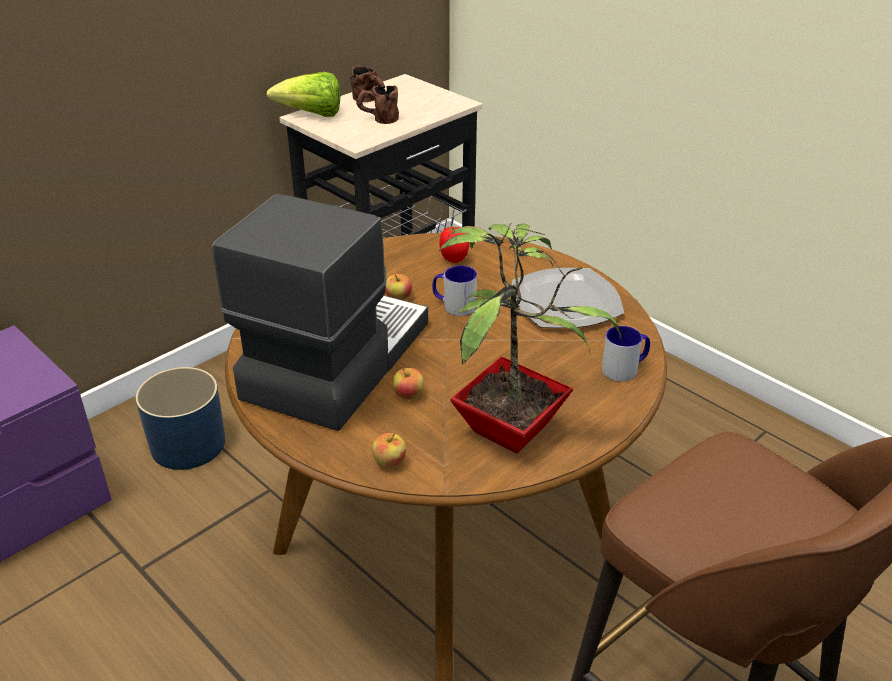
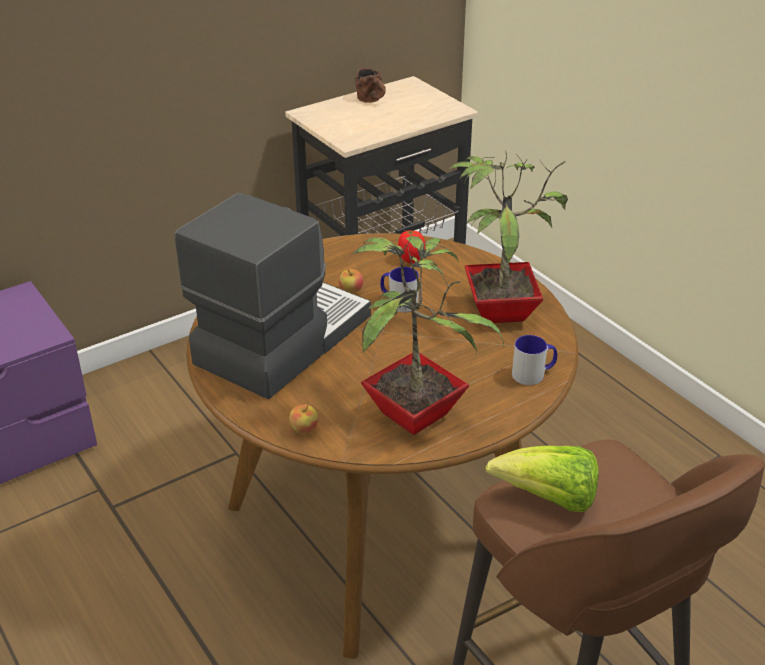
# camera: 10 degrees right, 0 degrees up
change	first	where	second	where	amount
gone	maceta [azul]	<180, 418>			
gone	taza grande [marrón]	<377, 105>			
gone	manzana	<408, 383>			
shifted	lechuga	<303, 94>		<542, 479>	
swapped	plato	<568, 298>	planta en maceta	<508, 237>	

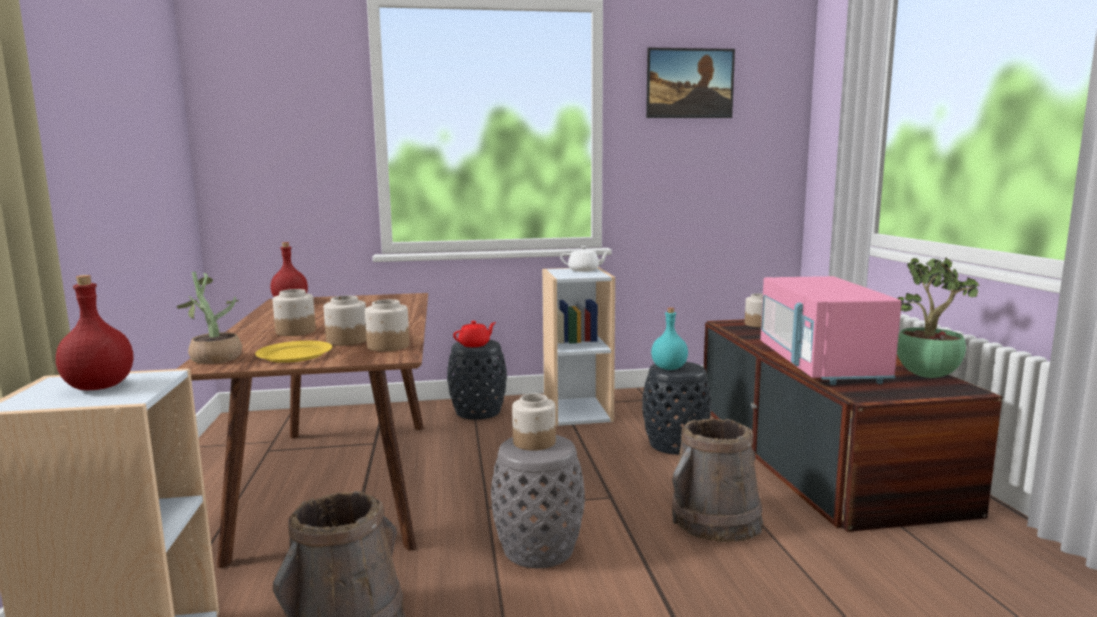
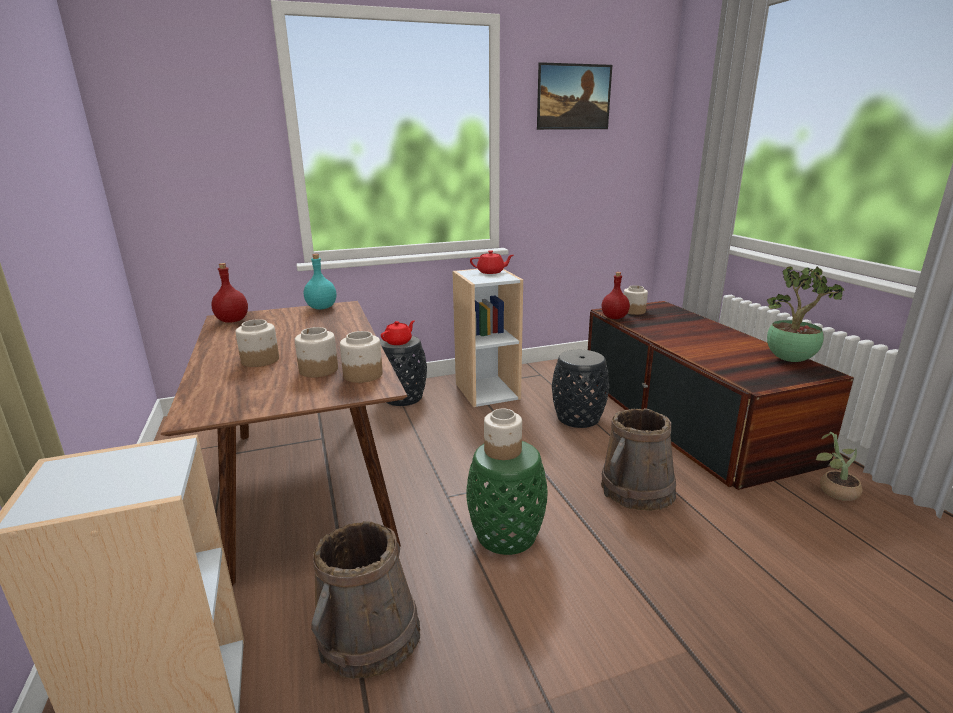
# camera: 10 degrees left, 10 degrees up
change	first	where	second	where	amount
gone	plato [amarillo]	<293, 352>			
gone	microondas [rosa]	<831, 330>			
shifted	botella [rojo]	<94, 332>		<616, 295>	
shifted	planta en maceta	<209, 317>		<839, 466>	
shifted	botella [turquesa]	<669, 338>		<320, 281>	
repainted	taburete [gris]	<538, 501>	taburete [verde]	<506, 498>	
repainted	tetera [blanco]	<585, 259>	tetera [rojo]	<491, 262>	

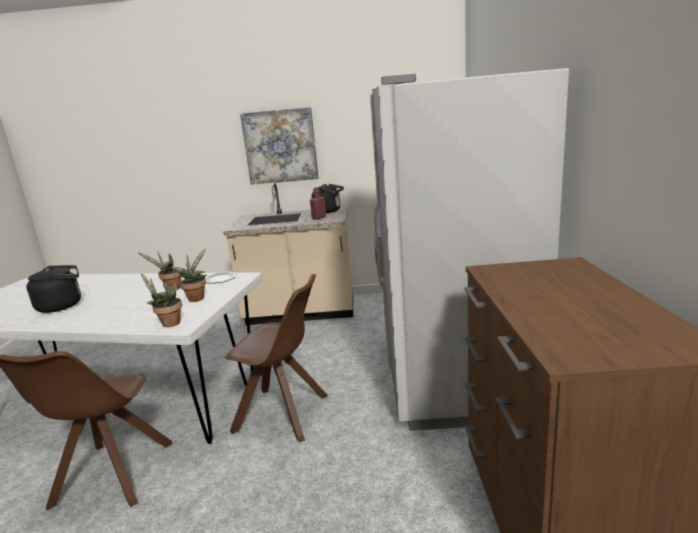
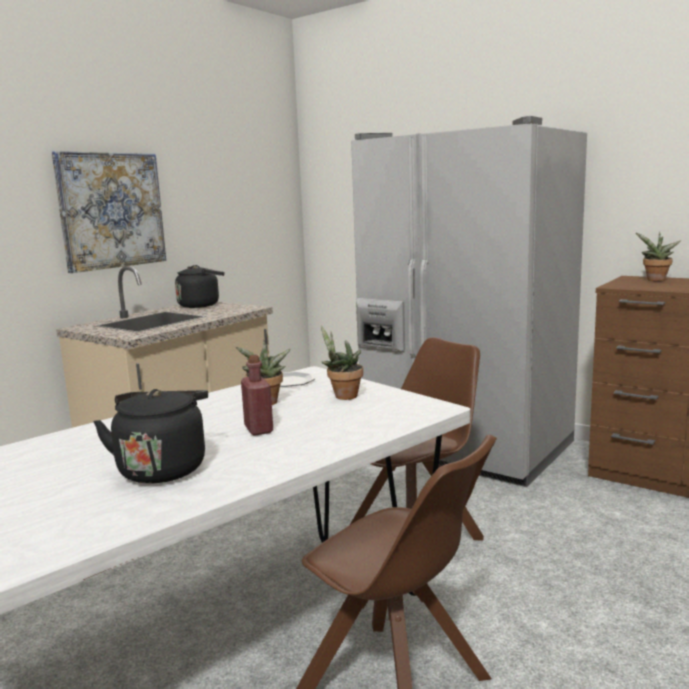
# camera: 55 degrees left, 5 degrees down
change	first	where	second	where	amount
shifted	planta en maceta	<161, 300>		<658, 256>	
shifted	botella [rojo]	<318, 203>		<257, 395>	

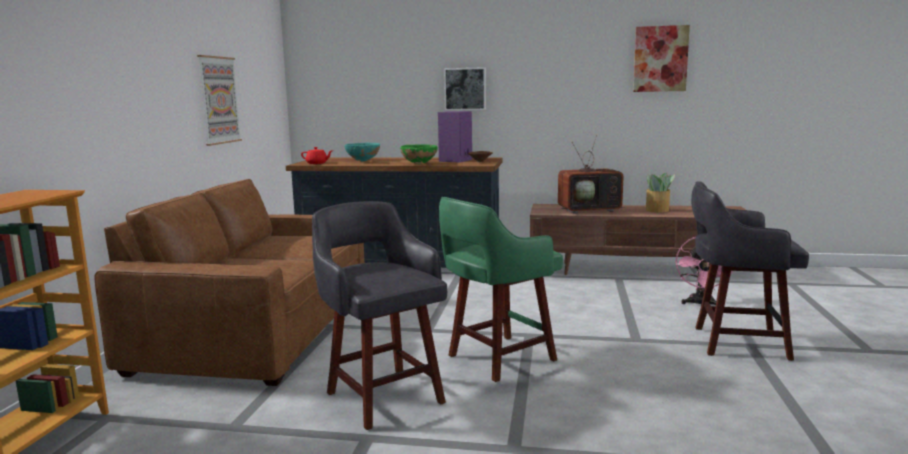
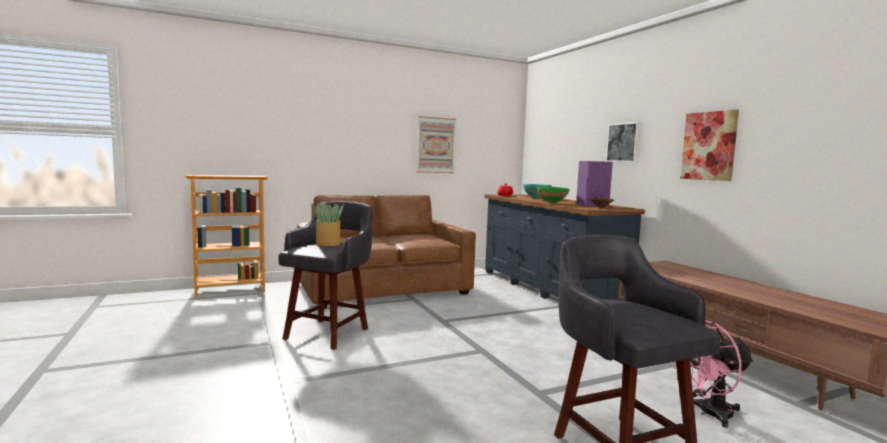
# camera: 55 degrees right, 5 degrees down
change	first	where	second	where	amount
gone	taburete [verde]	<501, 289>			
gone	televisor	<591, 174>			
shifted	cuadro	<661, 58>		<709, 145>	
shifted	planta en maceta	<660, 193>		<328, 223>	

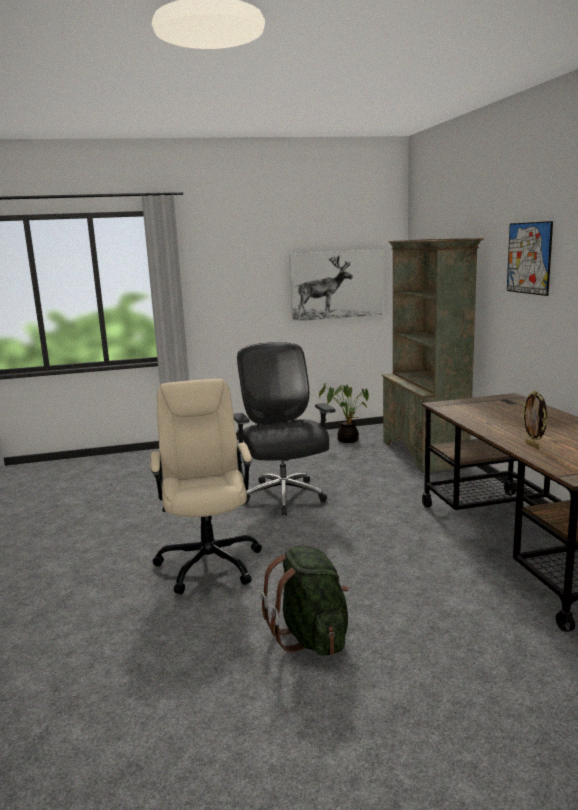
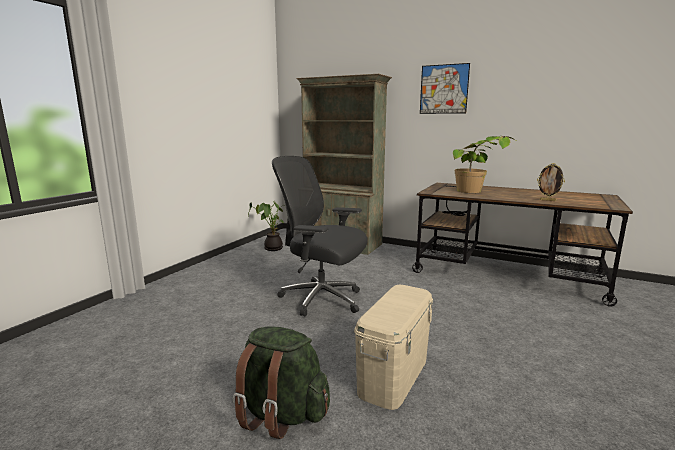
# camera: 50 degrees left, 0 degrees up
change	first	where	second	where	amount
gone	cuadro	<336, 285>			
new			planta en maceta	<484, 164>	
shifted	mochila [verde]	<305, 600>		<281, 382>	
swapped	silla de oficina [beis]	<206, 486>	caja de almacenaje [beis]	<393, 347>	

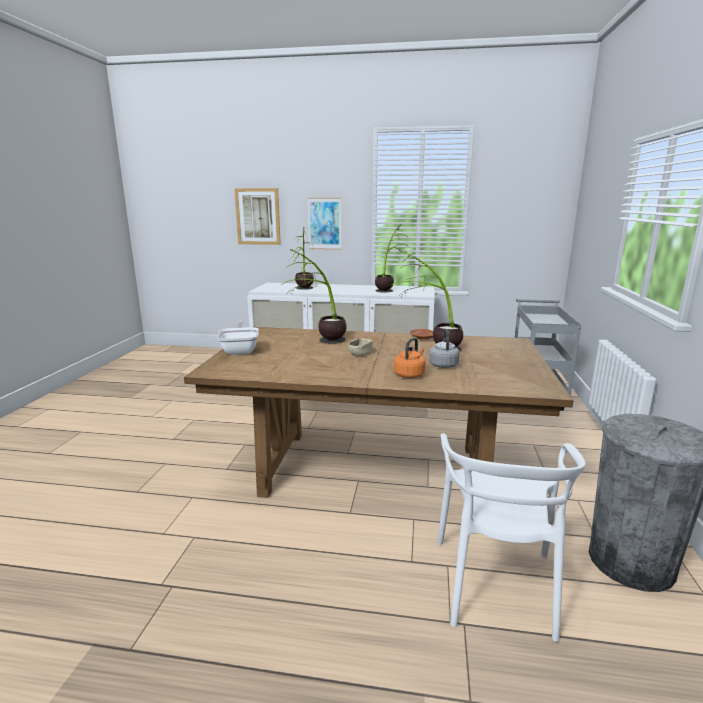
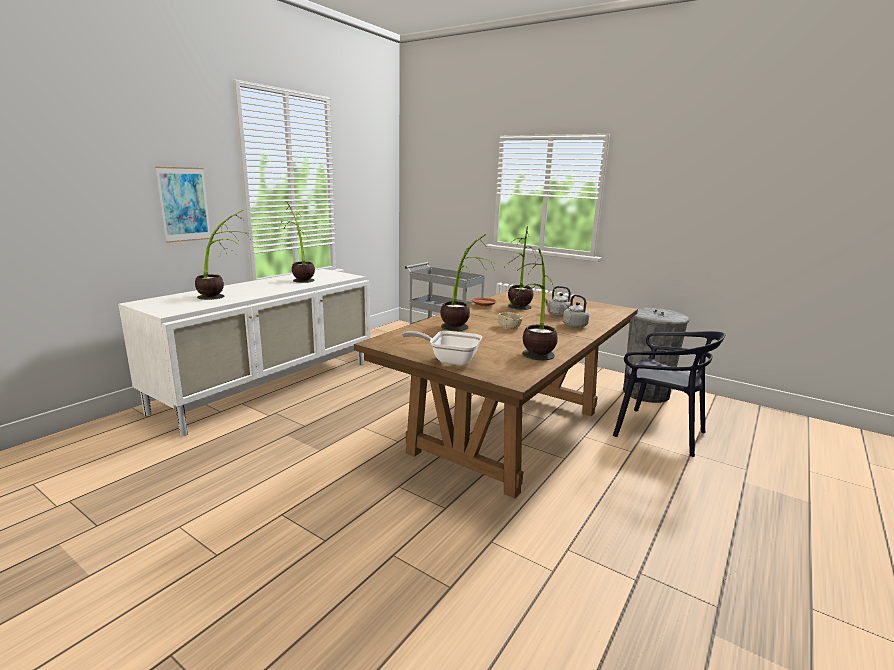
# camera: 65 degrees left, 0 degrees up
change	first	where	second	where	amount
gone	cuadro	<257, 216>			
new			planta en maceta	<534, 304>	
repainted	hervidor [naranja]	<410, 357>	hervidor [gris]	<576, 311>	
repainted	silla [blanco]	<511, 537>	silla [negro]	<669, 394>	

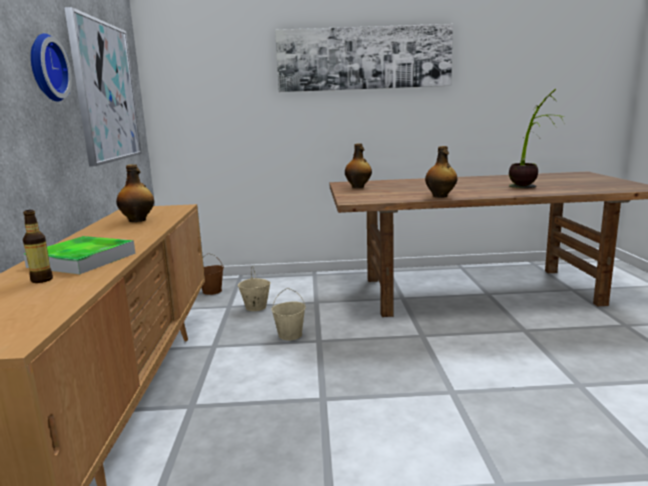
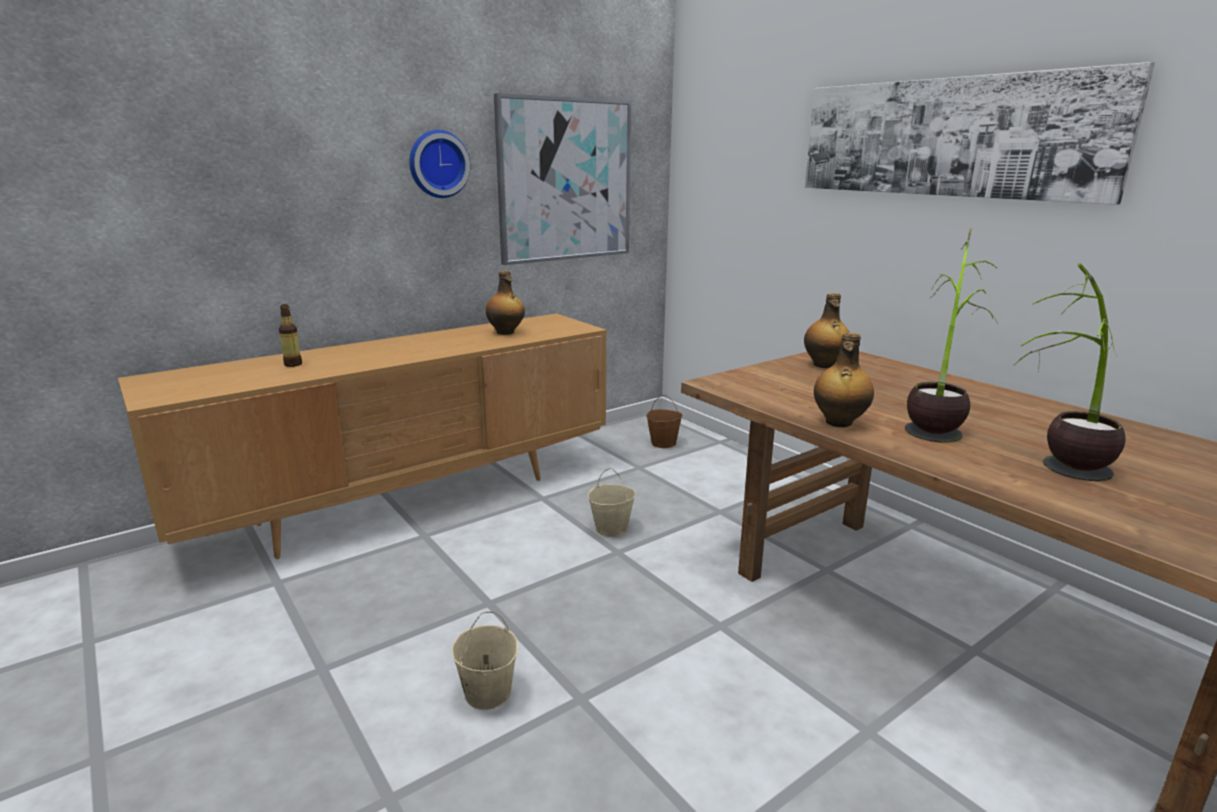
# camera: 55 degrees right, 5 degrees up
change	first	where	second	where	amount
gone	bandeja	<79, 255>			
new			planta en maceta	<951, 335>	
shifted	cubo [beis]	<254, 288>		<484, 661>	

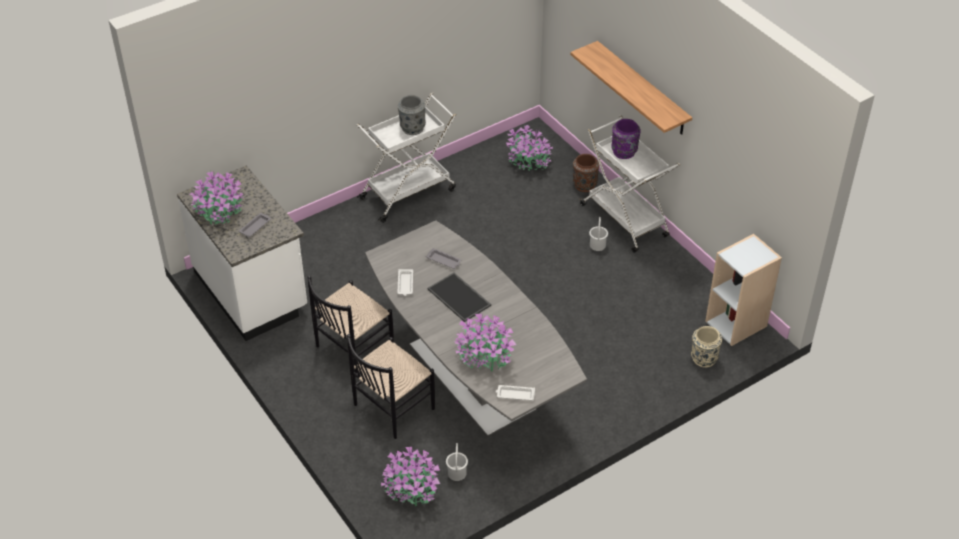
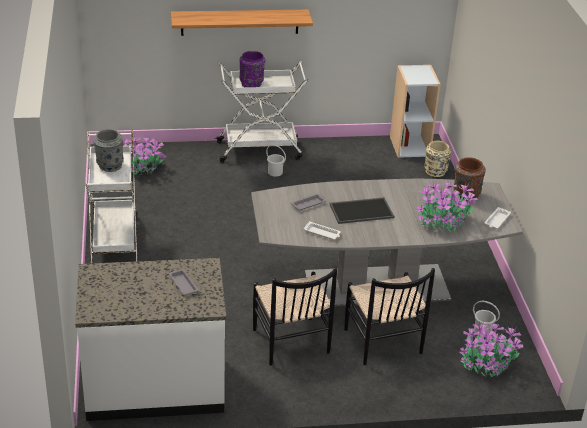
# camera: 65 degrees left, 10 degrees down
change	first	where	second	where	amount
gone	planta en maceta	<217, 198>			
shifted	florero [marrón]	<586, 173>		<469, 179>	

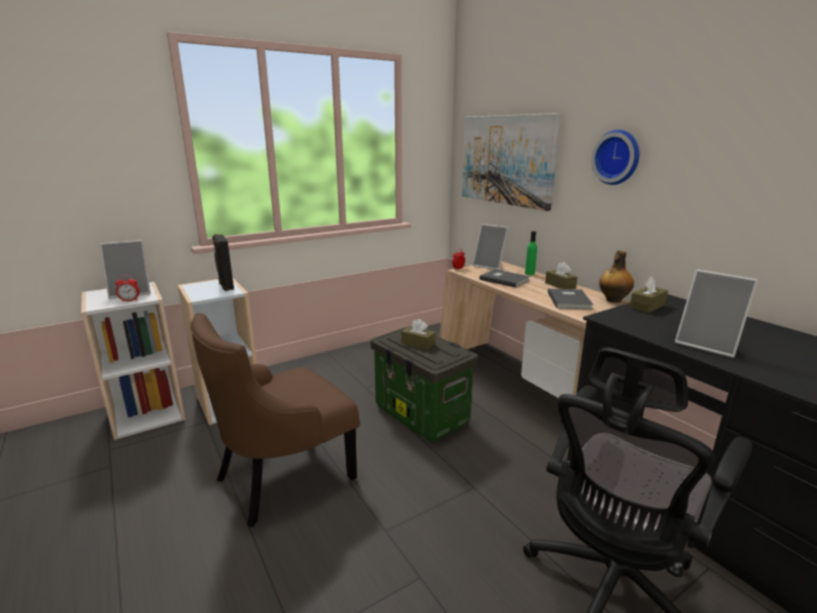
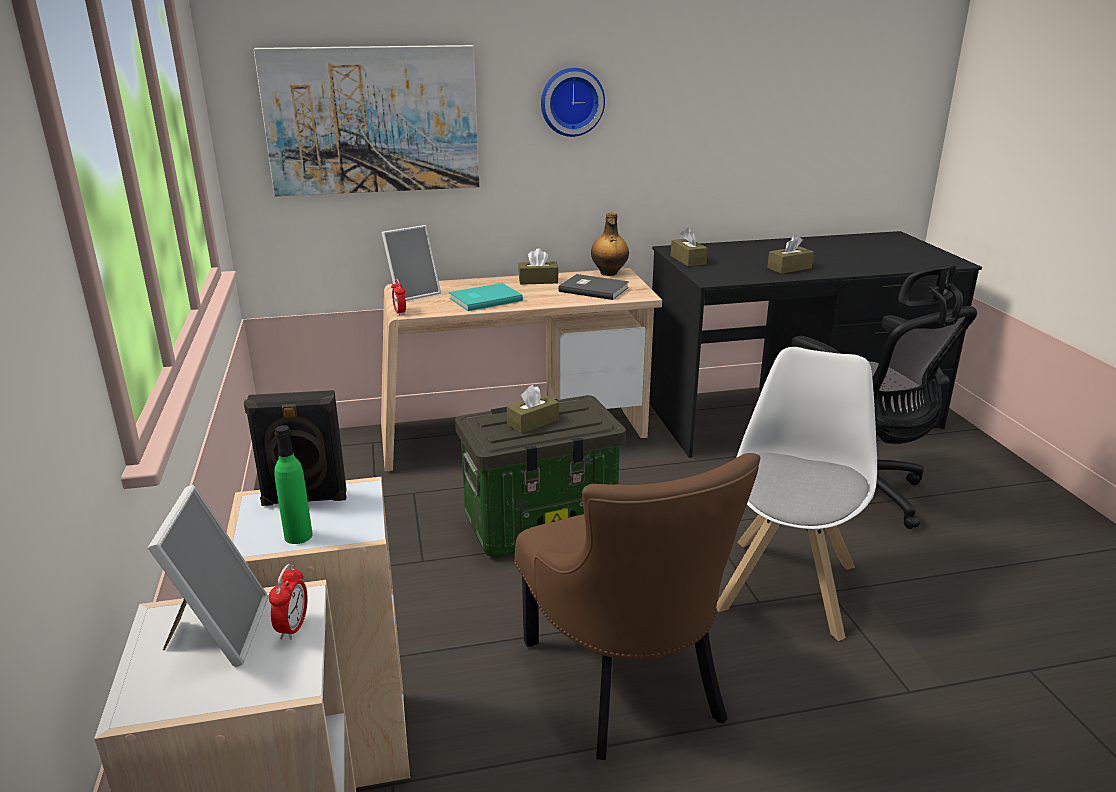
# camera: 70 degrees left, 5 degrees up
change	first	where	second	where	amount
new			silla	<796, 494>	
shifted	botella [verde]	<531, 253>		<294, 484>	
swapped	portarretratos	<716, 313>	caja de pañuelos [marrón]	<790, 254>	
repainted	libro [gris]	<504, 278>	libro [turquesa]	<486, 297>	

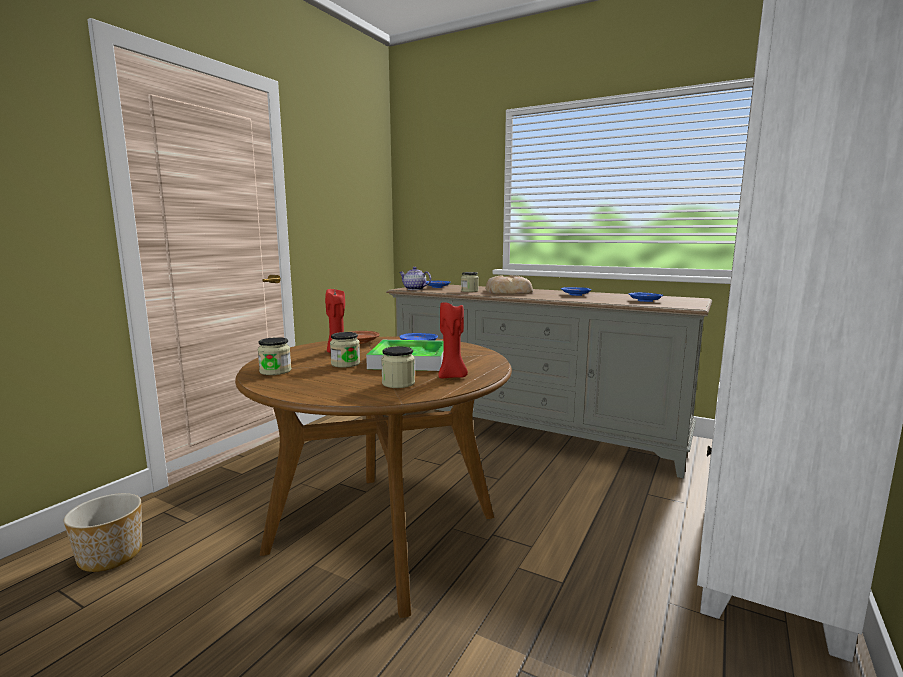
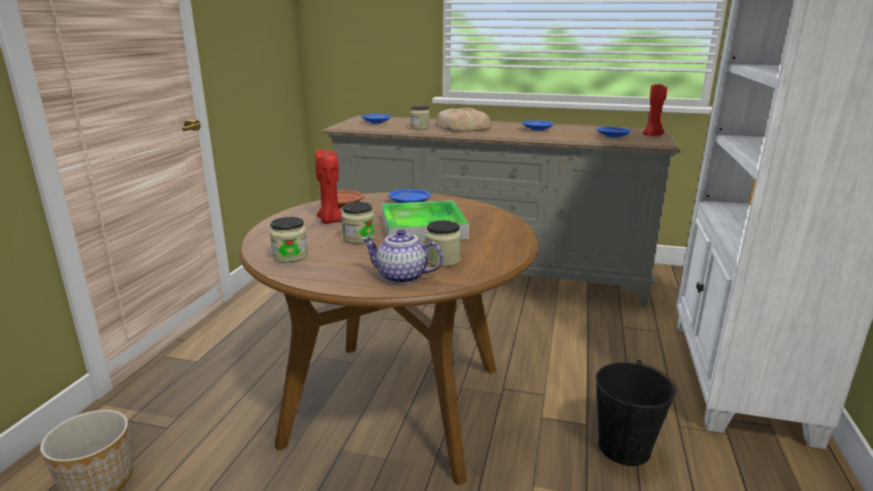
# camera: 15 degrees left, 10 degrees up
change	first	where	second	where	amount
new			cubo [negro]	<636, 413>	
shifted	tetera	<415, 278>		<402, 256>	
shifted	vela [rojo]	<453, 340>		<655, 110>	

